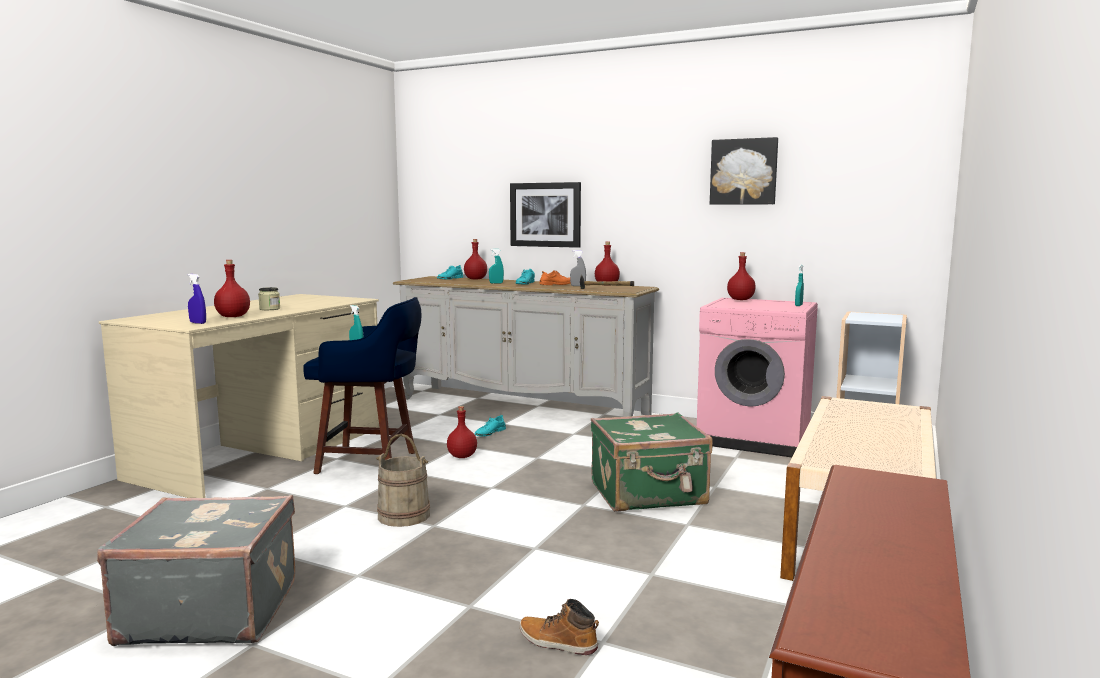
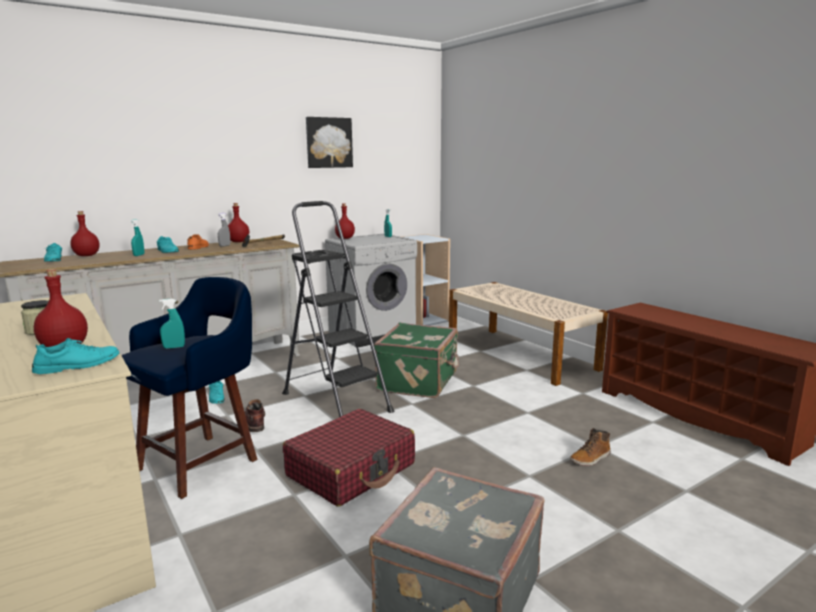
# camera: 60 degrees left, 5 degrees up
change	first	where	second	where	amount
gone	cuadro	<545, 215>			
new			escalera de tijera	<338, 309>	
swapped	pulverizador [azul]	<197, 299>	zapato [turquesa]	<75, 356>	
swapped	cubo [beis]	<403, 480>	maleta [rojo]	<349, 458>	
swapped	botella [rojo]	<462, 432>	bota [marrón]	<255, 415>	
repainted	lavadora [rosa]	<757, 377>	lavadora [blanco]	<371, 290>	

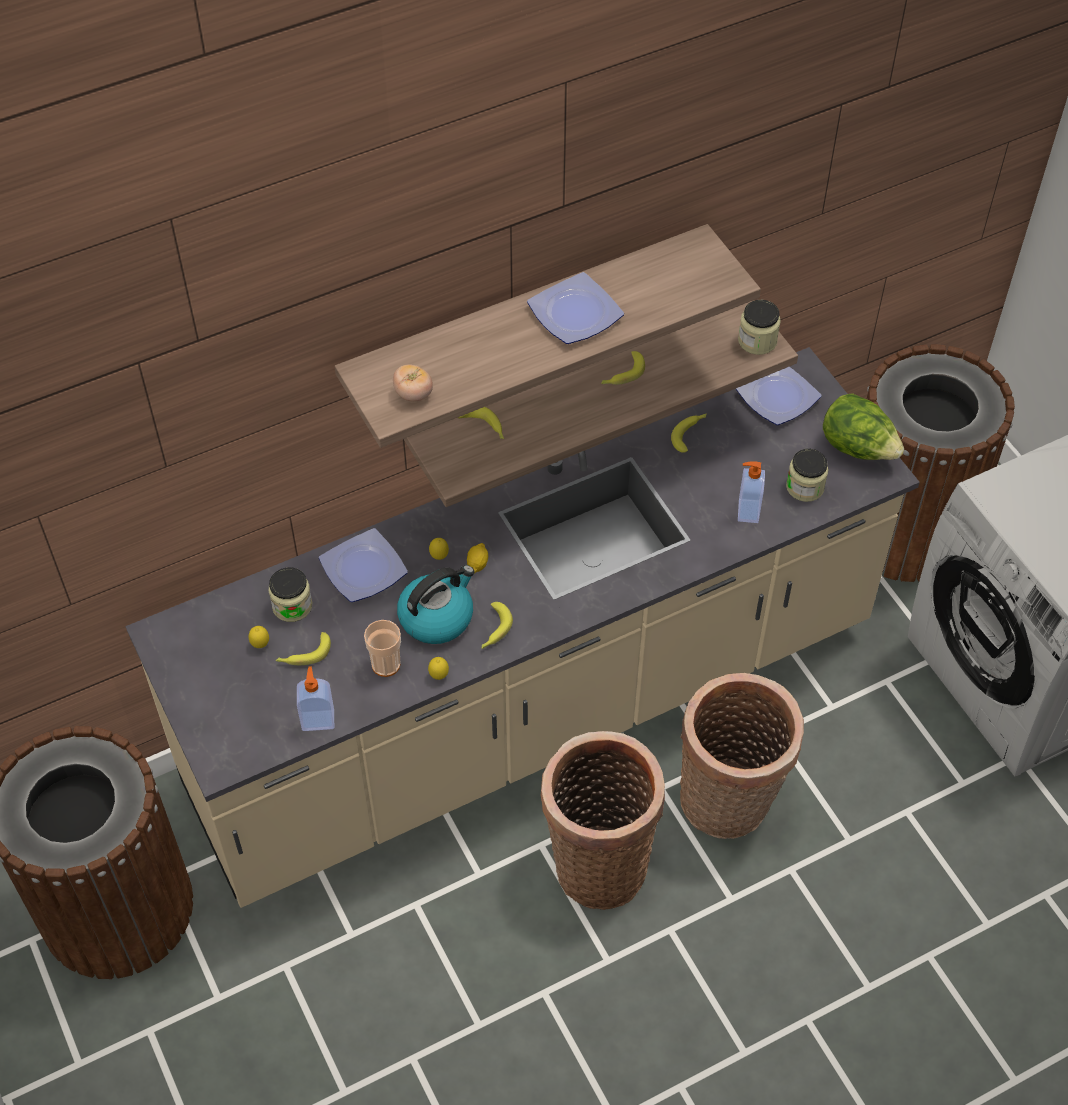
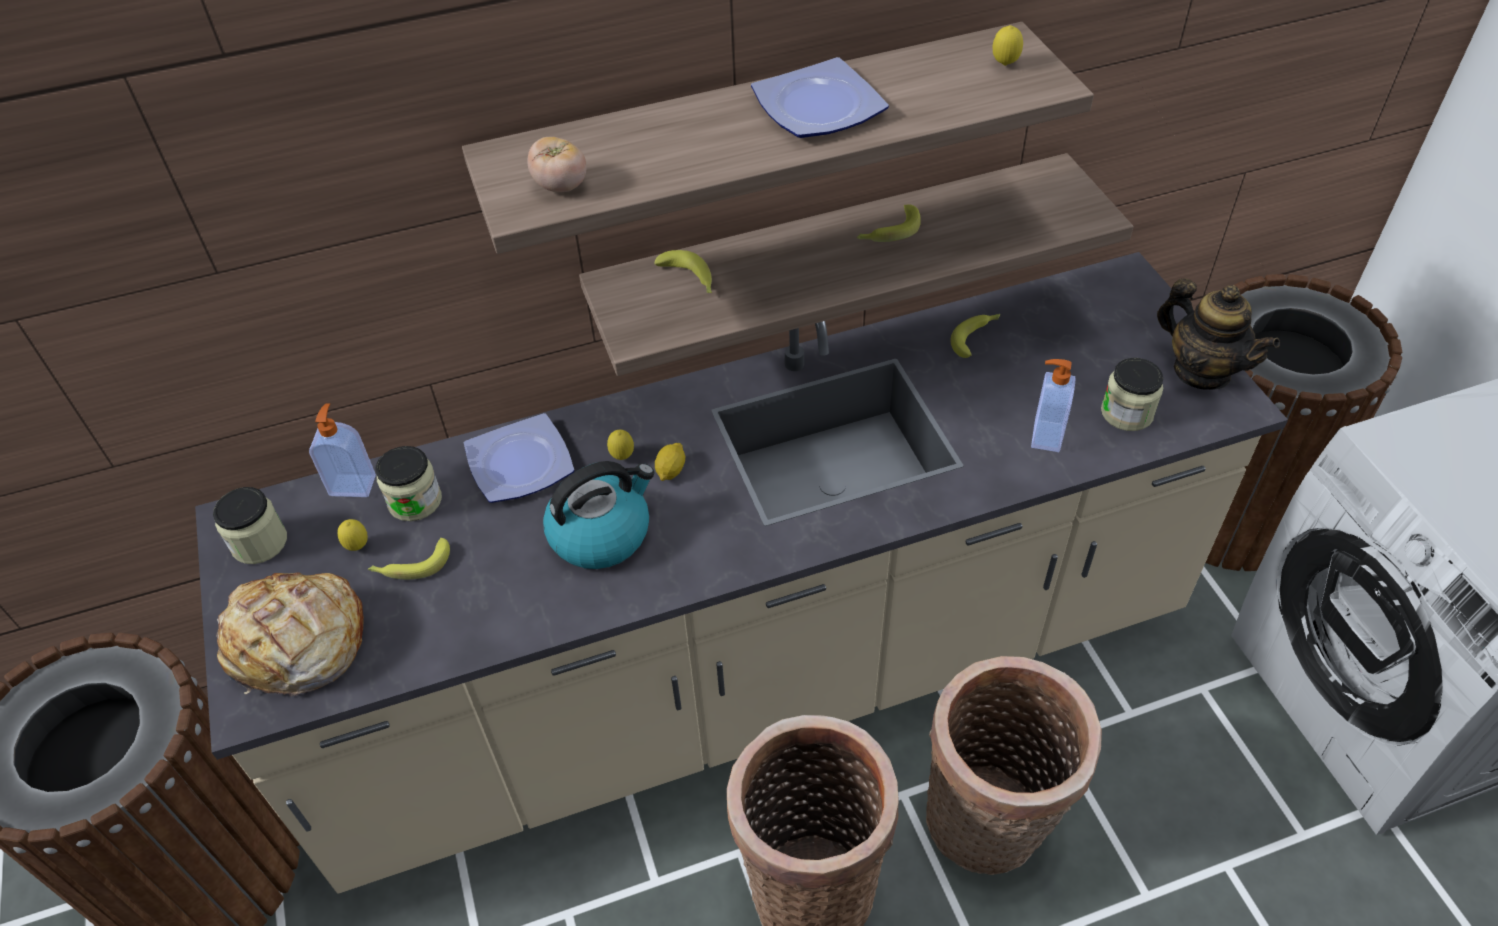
# camera: 10 degrees right, 5 degrees down
change	first	where	second	where	amount
gone	taza	<382, 648>			
gone	plátano	<497, 625>			
gone	plato	<778, 396>			
new			pan	<290, 634>	
shifted	dispensador de jabón	<315, 698>		<342, 450>	
shifted	limón	<438, 668>		<1008, 45>	
shifted	tarro	<759, 327>		<250, 525>	
swapped	lechuga	<863, 426>	tetera	<1218, 334>	

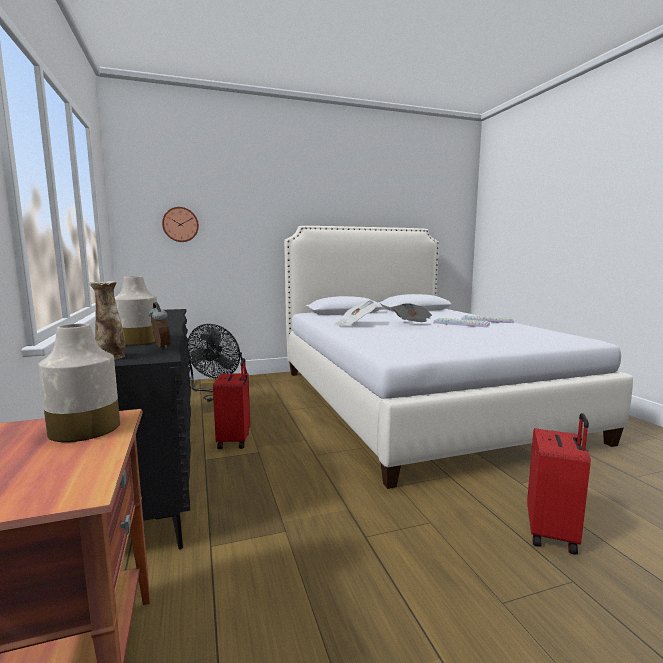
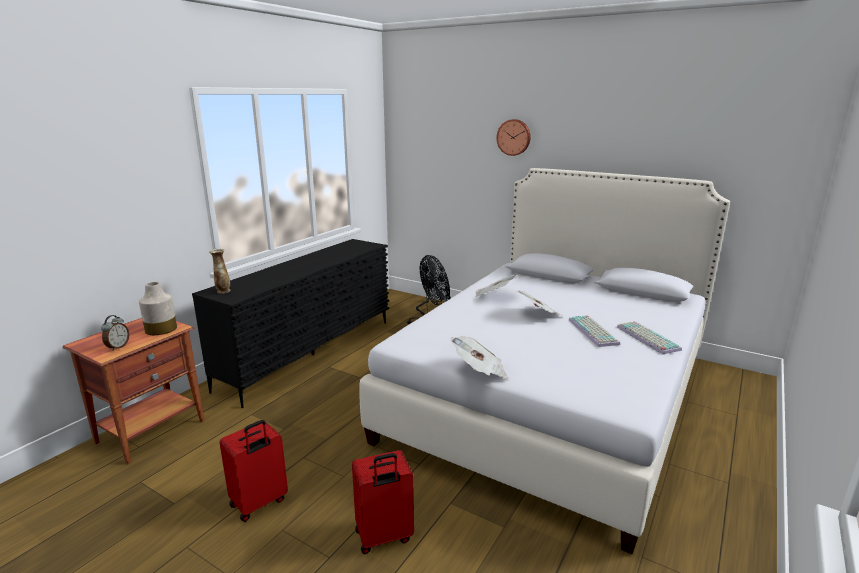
# camera: 50 degrees right, 10 degrees up
change	first	where	second	where	amount
gone	florero [beis]	<135, 311>			
new			periódico	<479, 357>	
shifted	despertador	<159, 325>		<115, 333>	
shifted	reloj de pared	<180, 224>		<513, 137>	
shifted	maleta [rojo]	<231, 403>		<253, 471>	

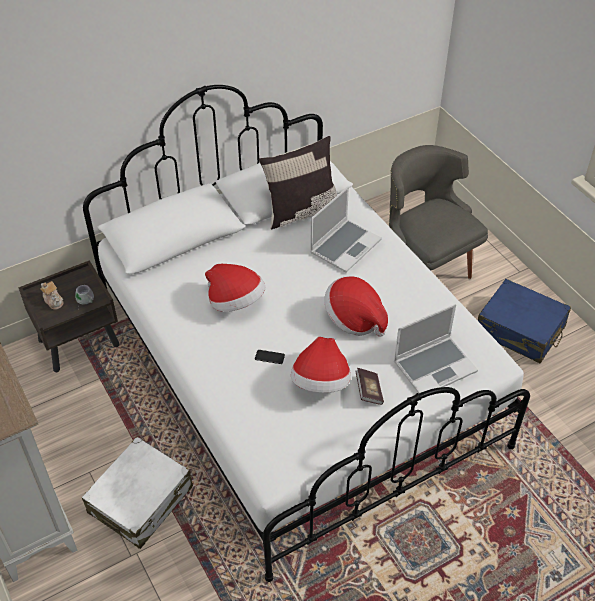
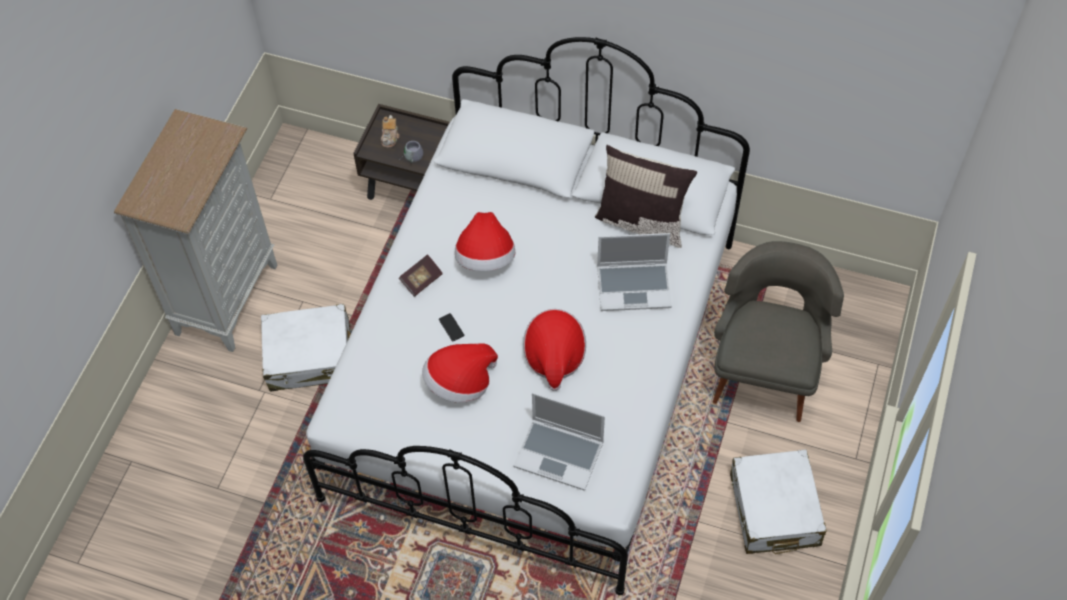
# camera: 50 degrees right, 10 degrees up
change	first	where	second	where	amount
shifted	libro	<369, 386>		<421, 275>	
repainted	maleta [azul]	<524, 321>	maleta [blanco]	<778, 502>	

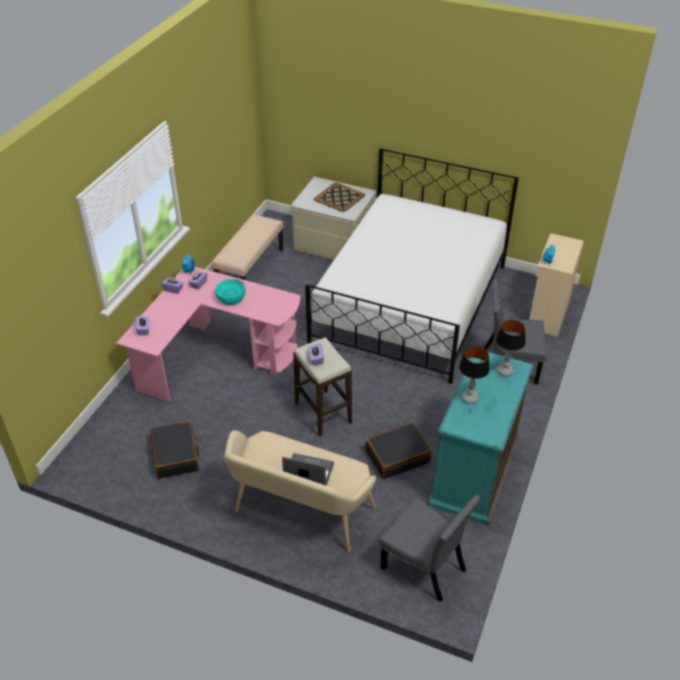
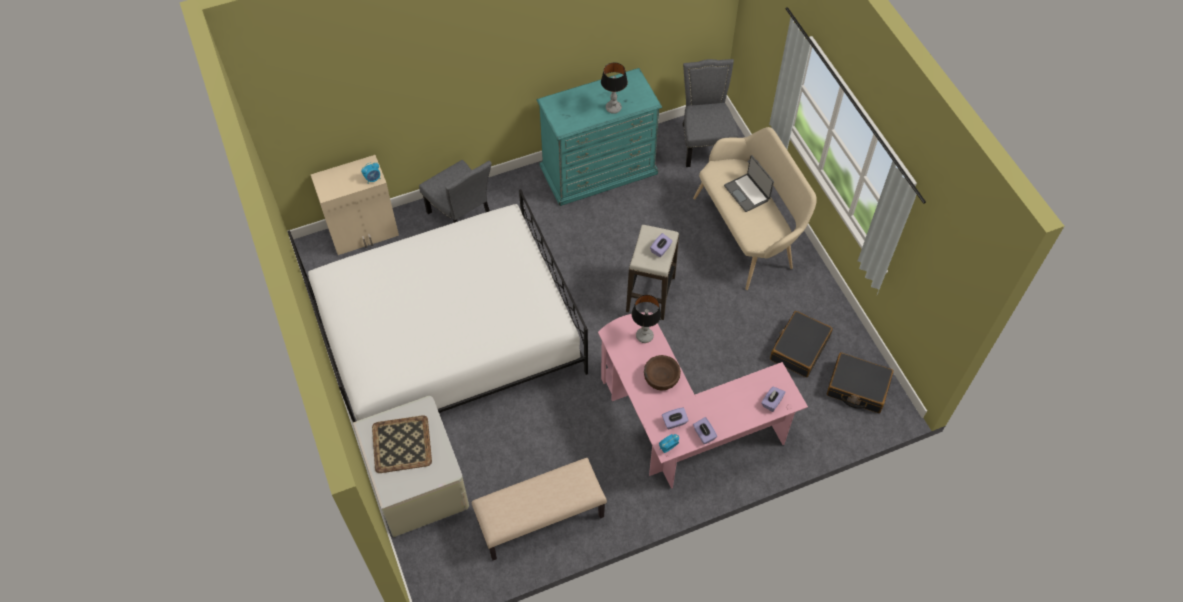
# camera: 135 degrees left, 15 degrees up
change	first	where	second	where	amount
shifted	maleta [negro]	<399, 451>		<860, 382>	
shifted	lámpara de mesa	<511, 348>		<646, 319>	
repainted	cuenco [turquesa]	<230, 292>	cuenco [marrón]	<662, 373>	

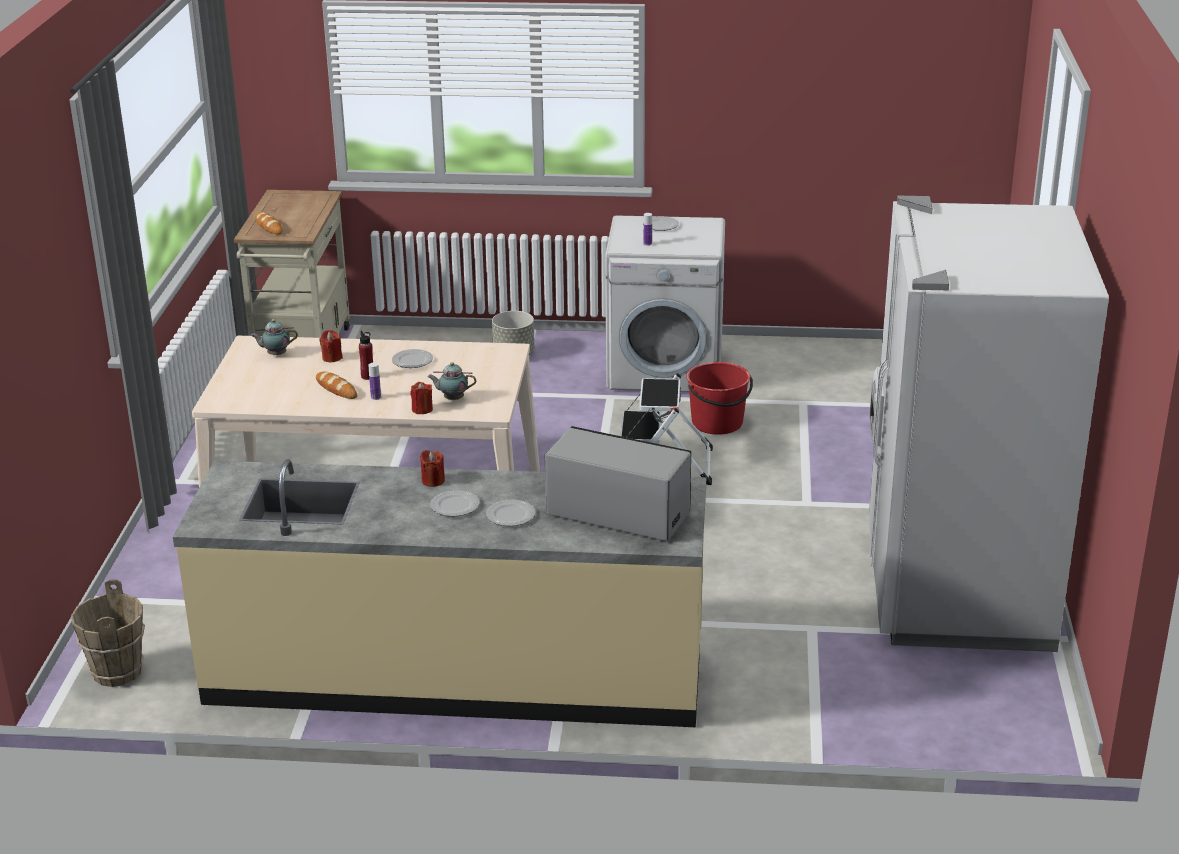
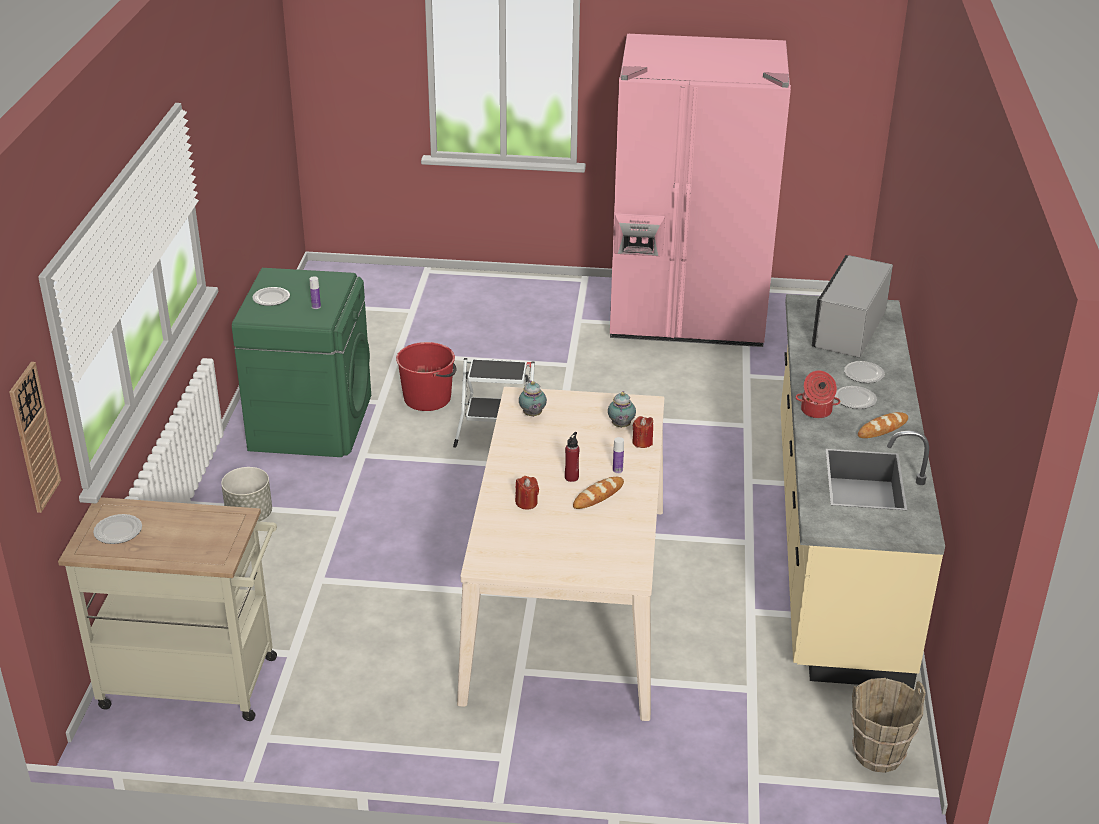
# camera: 90 degrees left, 5 degrees up
change	first	where	second	where	amount
new			reloj de pared	<35, 437>	
shifted	tetera	<274, 337>		<533, 398>	
shifted	pan	<269, 223>		<883, 425>	
shifted	plato	<412, 358>		<117, 529>	
swapped	vela [rojo]	<432, 468>	olla	<818, 394>	
repainted	lavadora [blanco]	<665, 303>	lavadora [verde]	<301, 362>	
repainted	nevera [blanco]	<989, 424>	nevera [rosa]	<700, 190>	

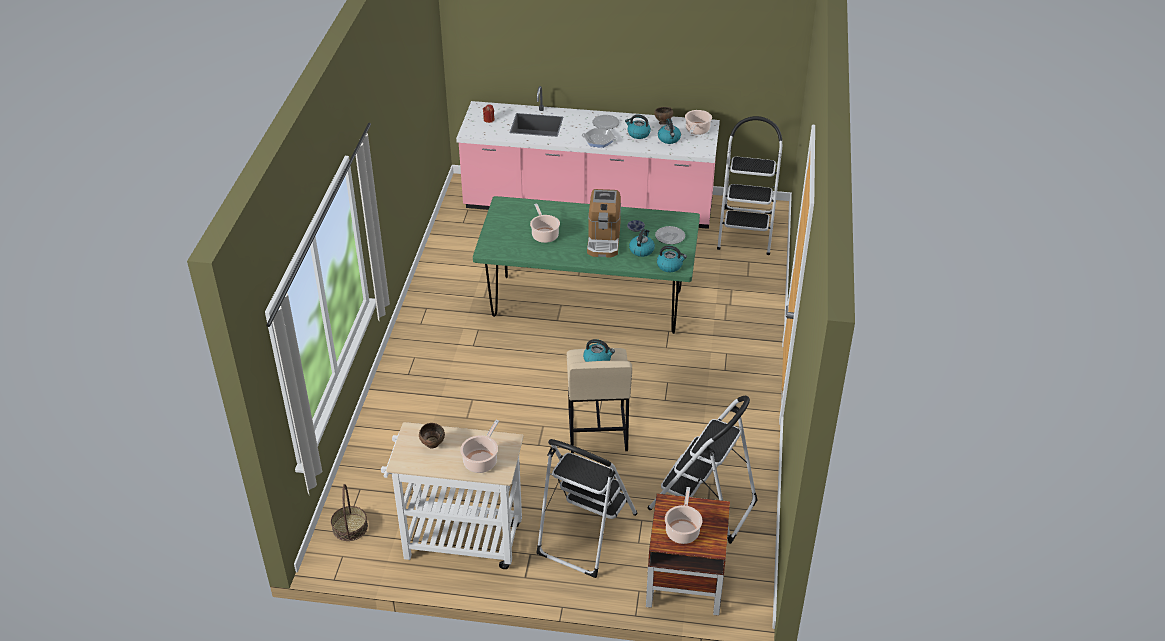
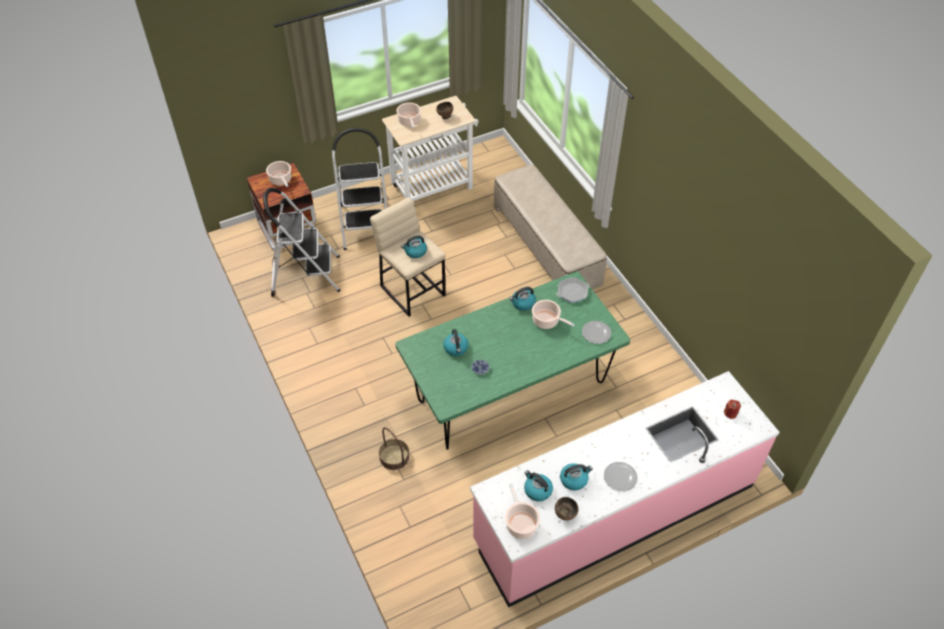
# camera: 145 degrees right, 10 degrees up
change	first	where	second	where	amount
gone	cafetera	<604, 223>			
gone	escalera de tijera	<749, 185>			
new			banco [beis]	<550, 227>	
shifted	cesta	<349, 512>		<394, 448>	
shifted	sartén	<599, 138>		<573, 290>	
shifted	plato	<670, 235>		<596, 332>	
shifted	hervidor	<672, 259>		<522, 299>	

